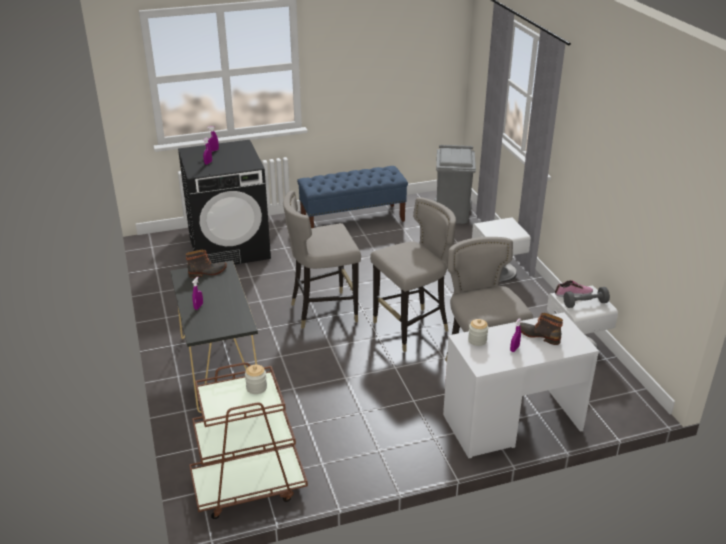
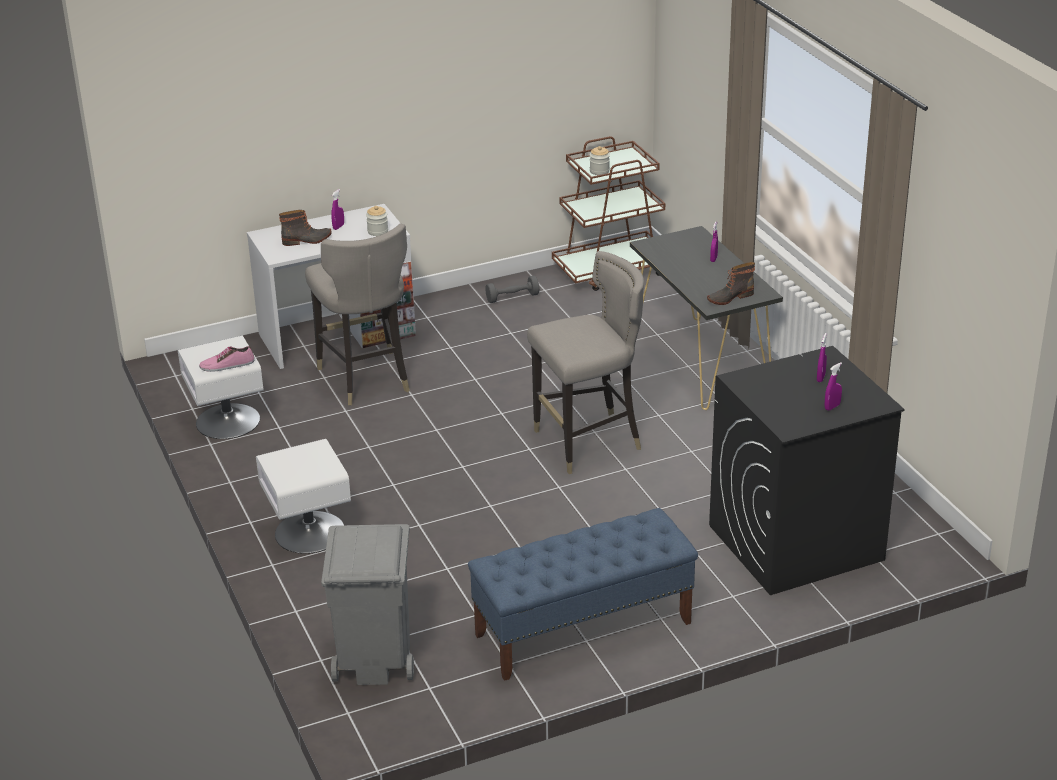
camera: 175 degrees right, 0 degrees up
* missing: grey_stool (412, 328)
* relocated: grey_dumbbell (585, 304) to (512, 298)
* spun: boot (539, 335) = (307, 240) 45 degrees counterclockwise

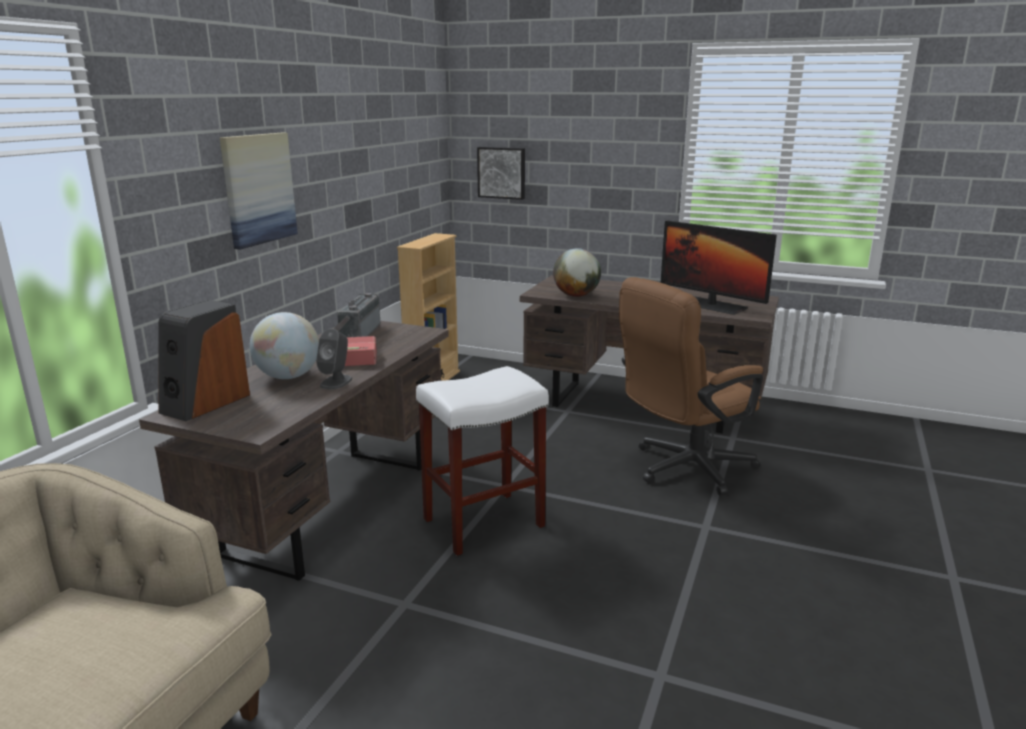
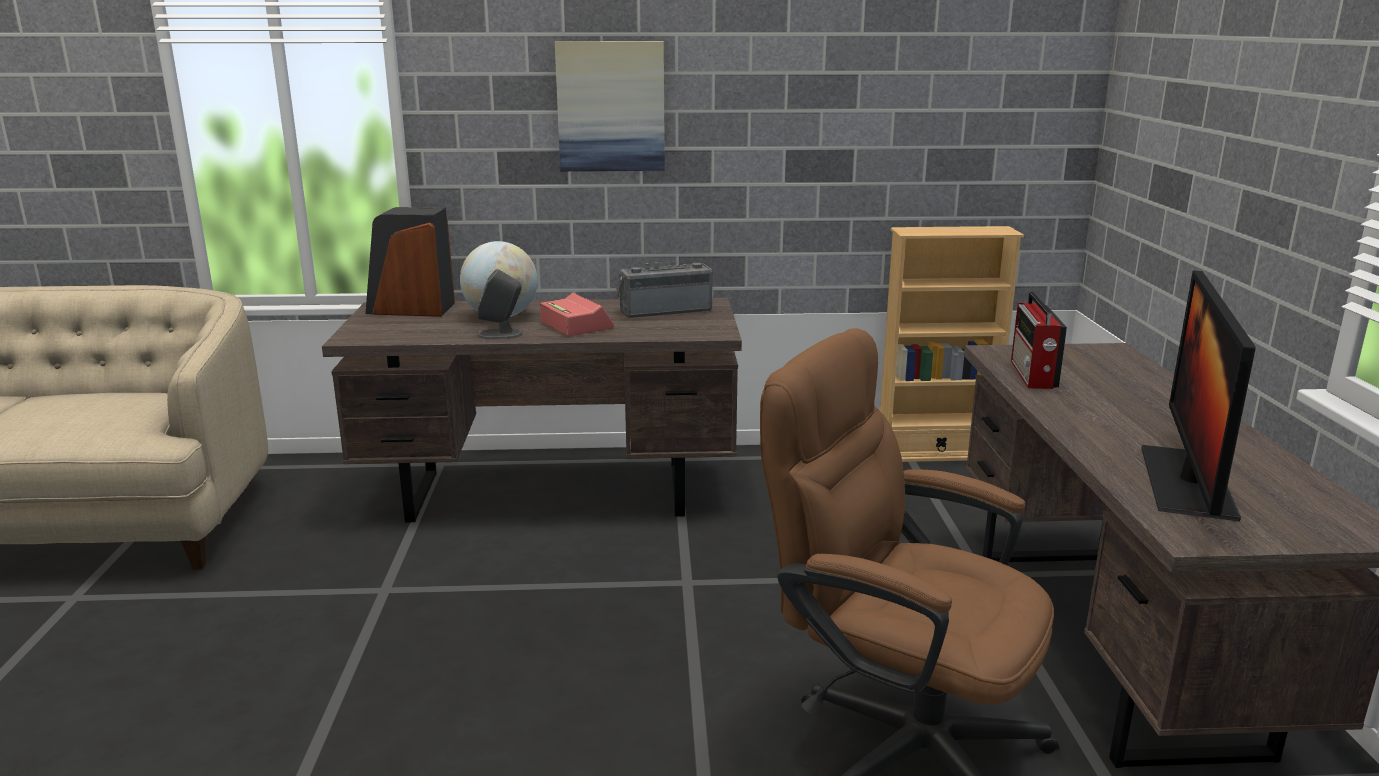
camera: 65 degrees right, 0 degrees up
* missing: white_stool (482, 523)
* missing: picture (502, 172)
* exchanged: globe (576, 295) to radio (1033, 375)

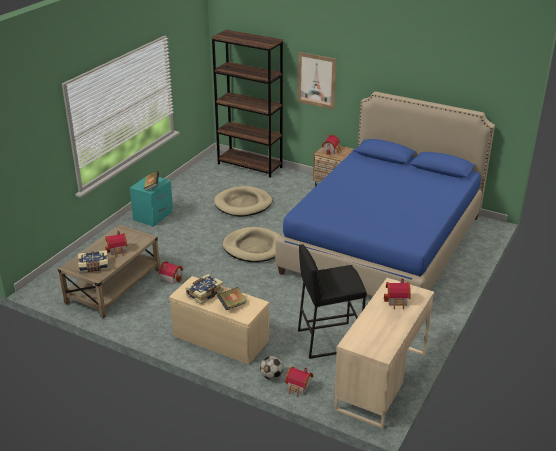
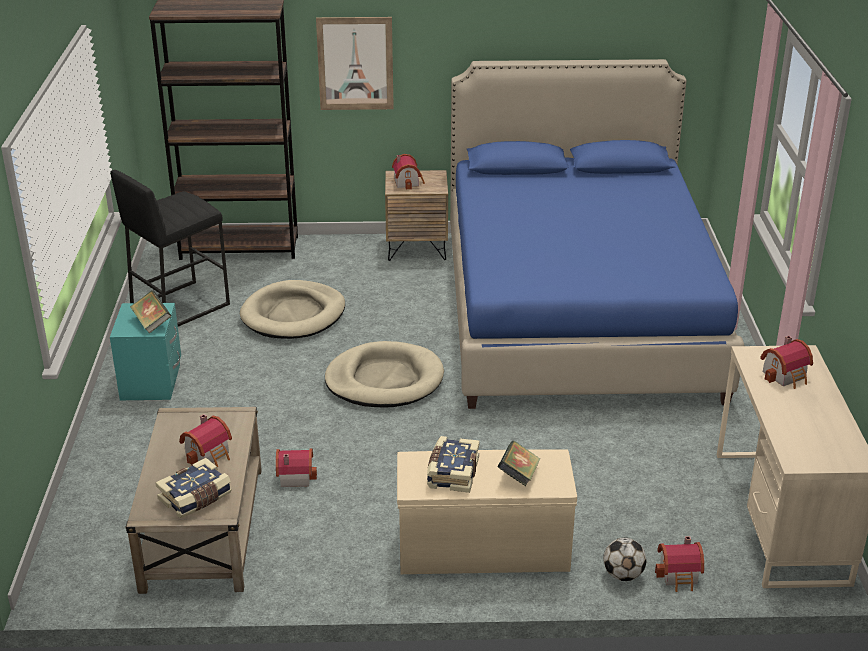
camera: 30 degrees left, 0 degrees up
* relocated: black_stool (329, 339) to (179, 305)

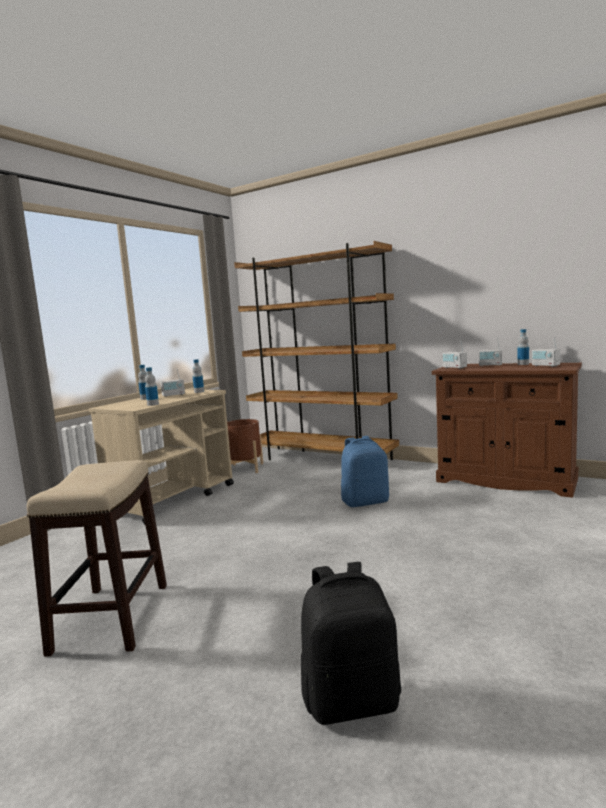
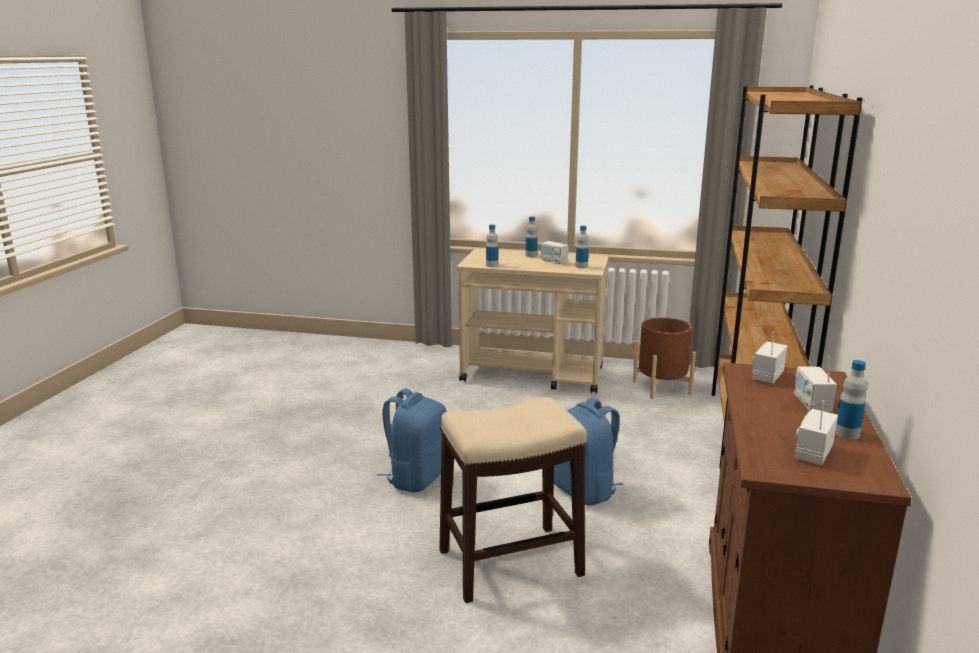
camera: 70 degrees right, 10 degrees up
* missing: black_backpack (352, 700)
* appeared: blue_backpack (416, 478)
* relocated: stool (111, 618) to (509, 563)

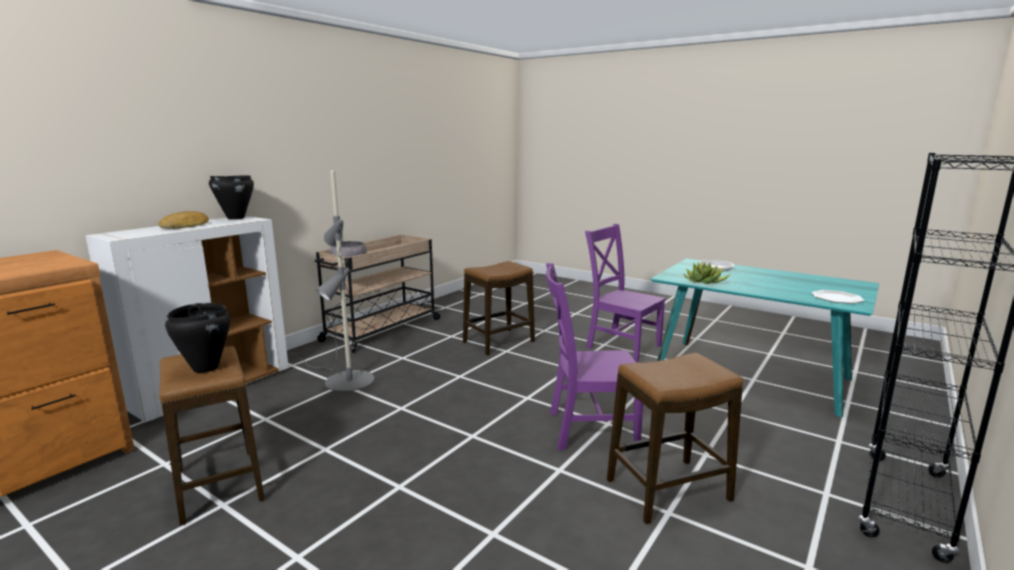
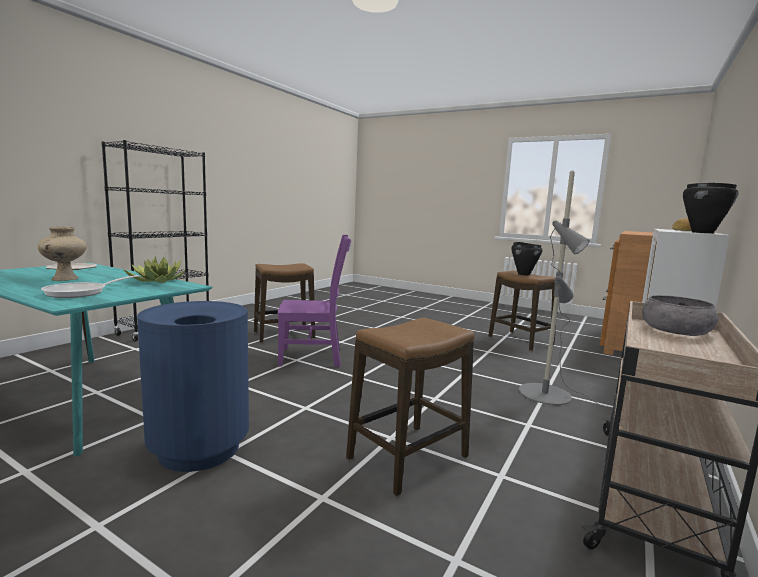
camera: 175 degrees right, 5 degrees down
* appeared: beige_vase (65, 279)
* exchanged: purple_chair (621, 345) to blue_trash_can (199, 449)

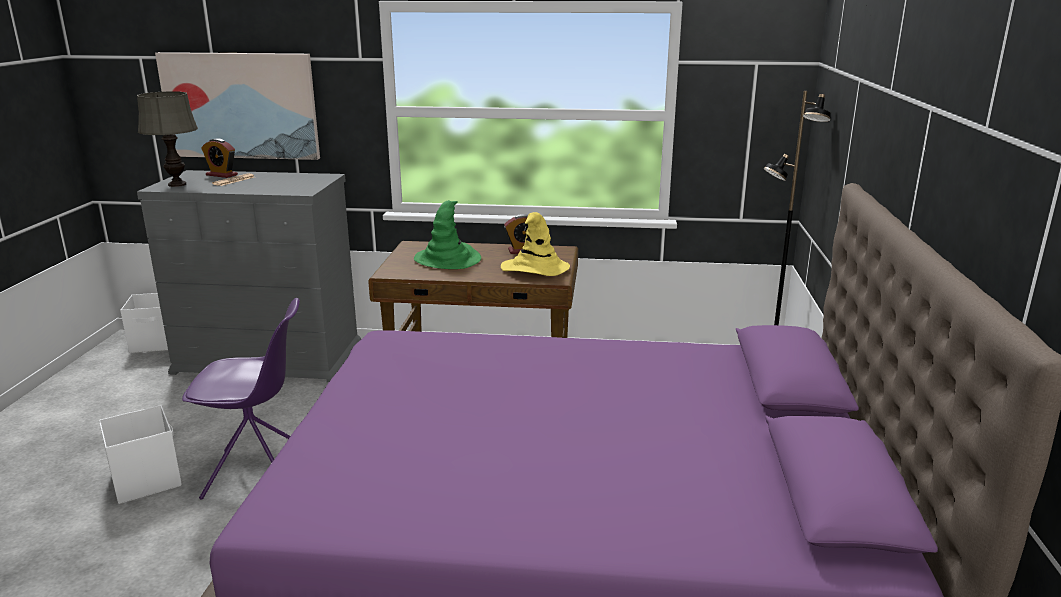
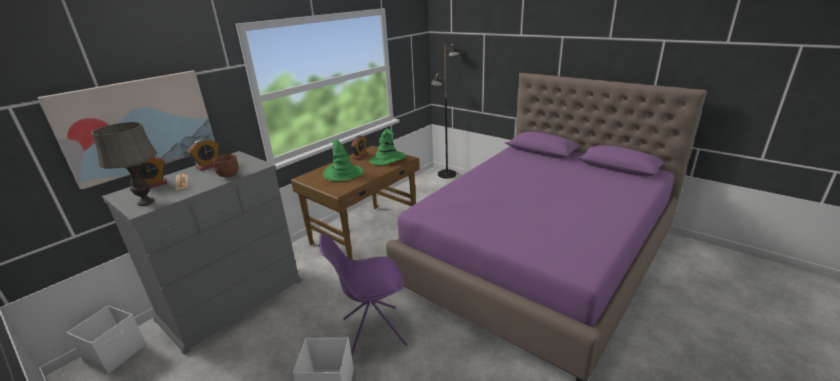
camera: 55 degrees left, 5 degrees up
* appeared: alarm_clock (209, 166)
* appeared: brown_bowl (228, 176)
* colour: yellow_hat (534, 269) to green_hat (388, 159)
* spun: purple_chair (259, 472) = (372, 332) 135 degrees counterclockwise

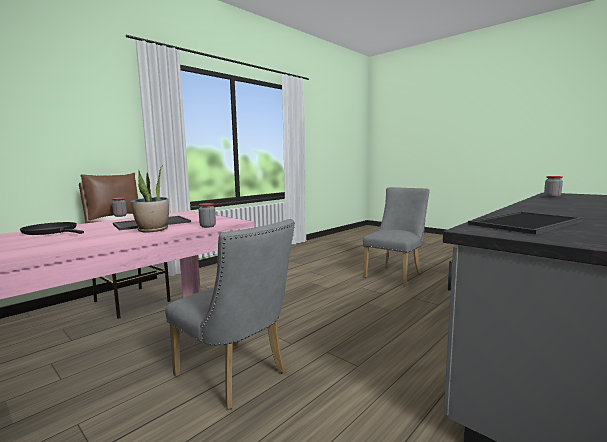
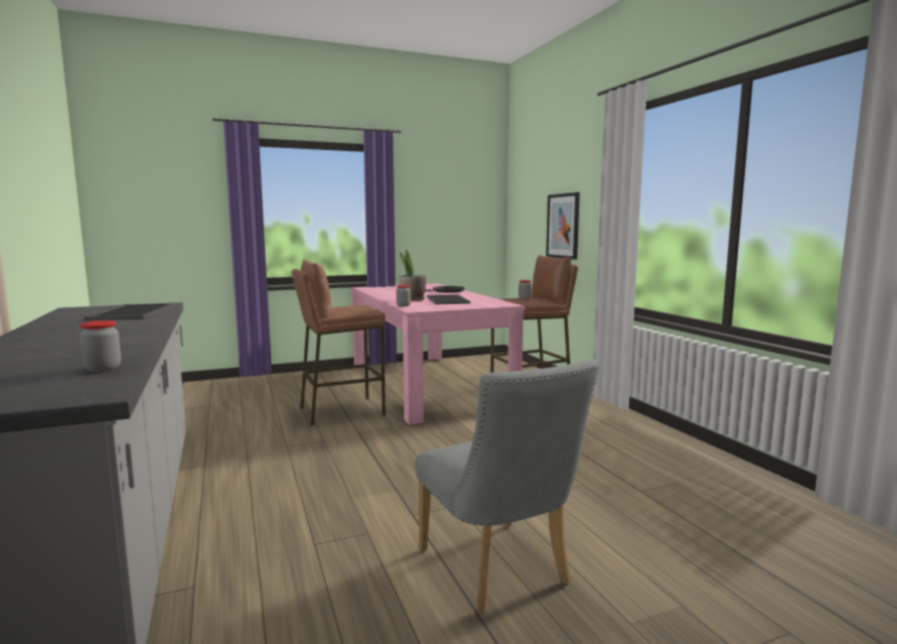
camera: 115 degrees right, 0 degrees up
* appeared: picture (563, 226)
* exchanged: grey_chair (236, 377) to brown_stool (341, 411)

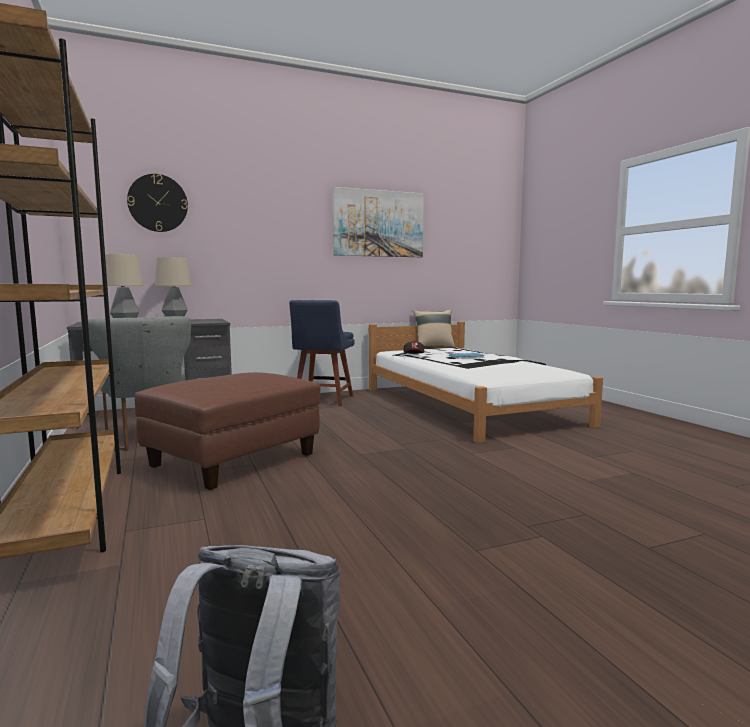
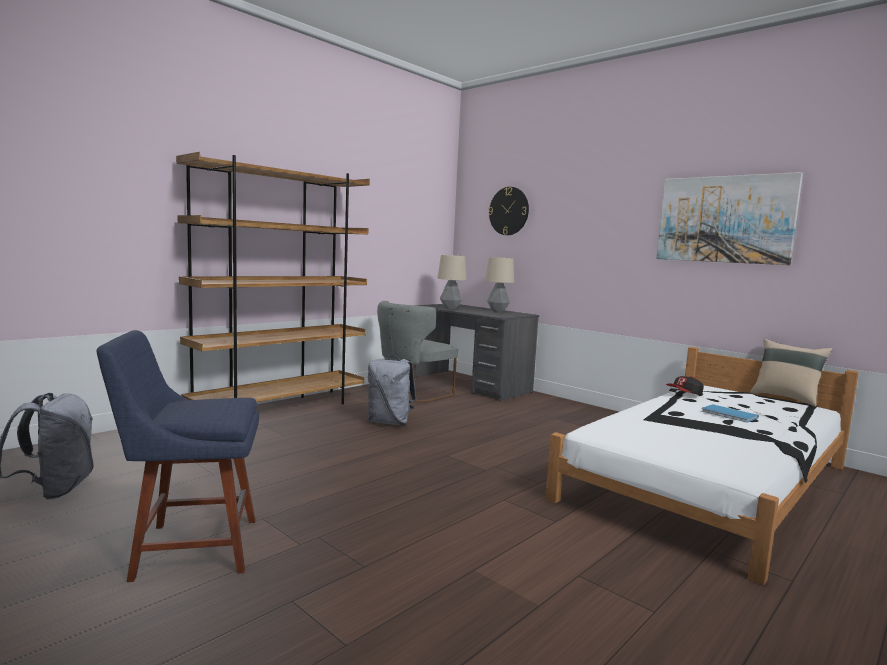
camera: 65 degrees right, 0 degrees up
* relocated: blue_chair (322, 400) to (189, 548)
* exchanged: brown_ottoman (234, 461) to grey_backpack (390, 422)

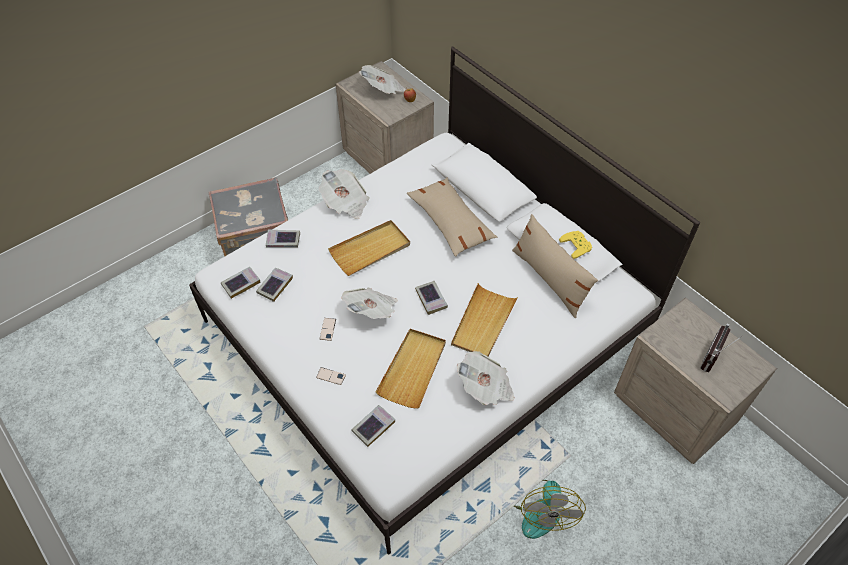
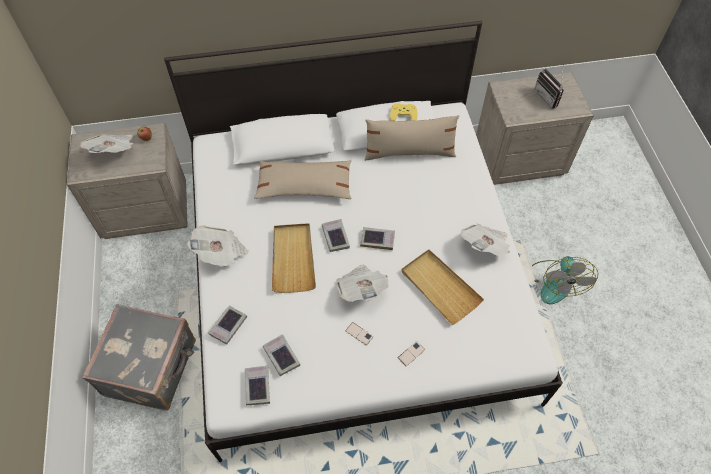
camera: 60 degrees left, 5 degrees up
* missing: beige_tray (483, 323)
* relocated: book (373, 427) to (335, 237)
* spun: fan (540, 509) = (554, 282) 60 degrees clockwise

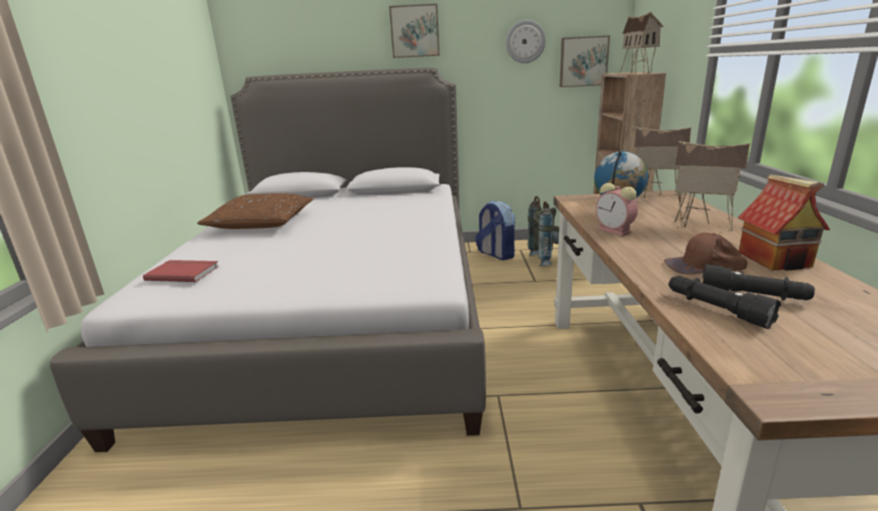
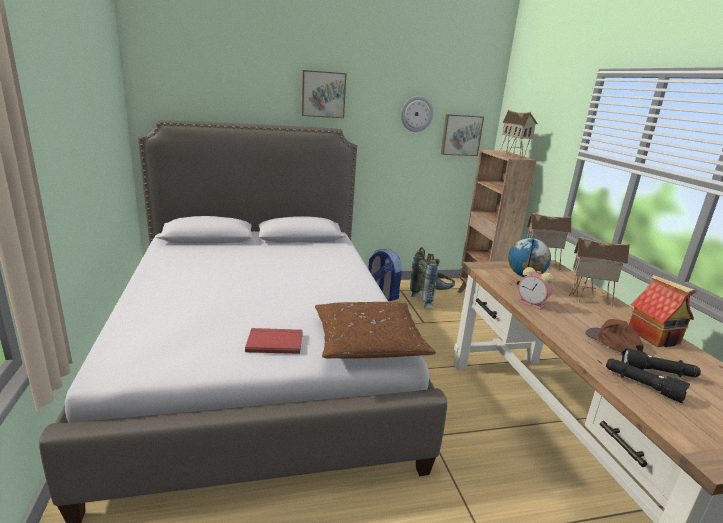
camera: 15 degrees left, 0 degrees up
* relocated: red_book (183, 272) to (274, 342)
* relocated: brown_pillow (261, 223) to (368, 342)
* spun: brown_cap (704, 266) = (613, 343) 75 degrees clockwise

